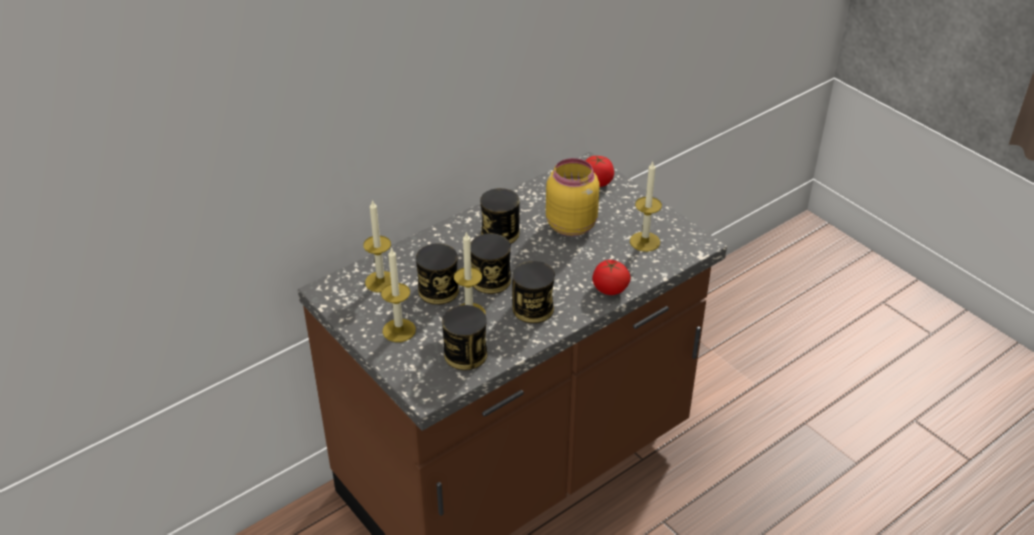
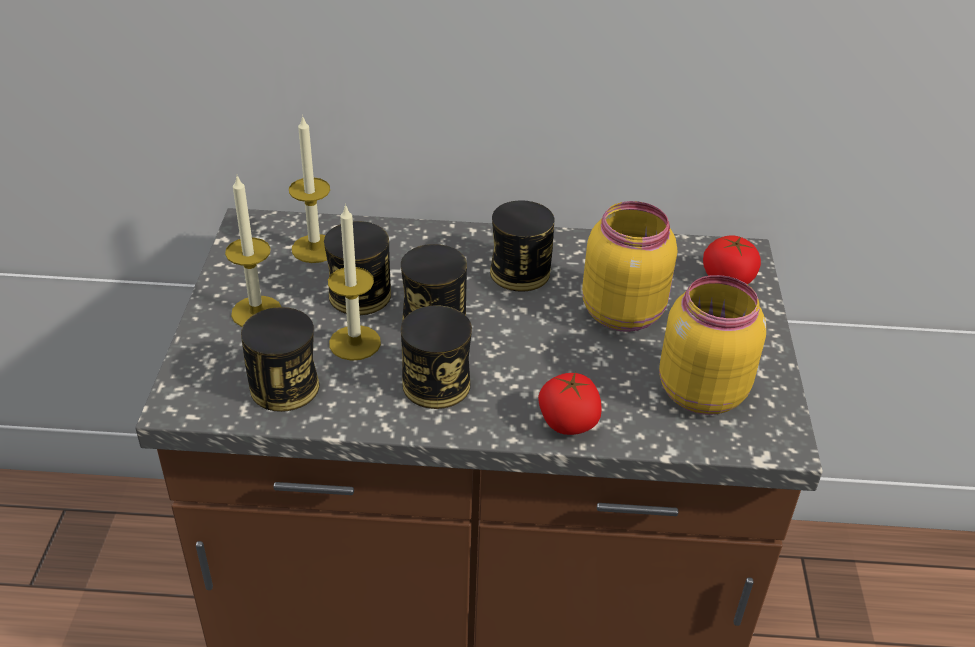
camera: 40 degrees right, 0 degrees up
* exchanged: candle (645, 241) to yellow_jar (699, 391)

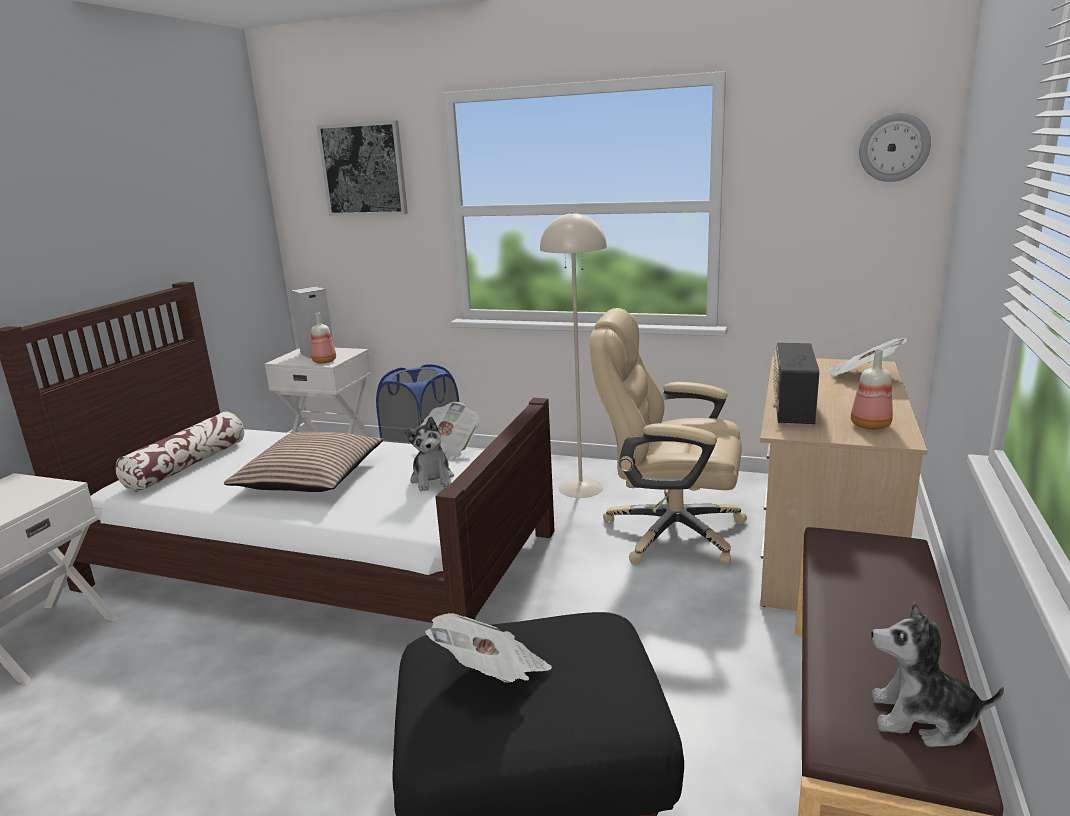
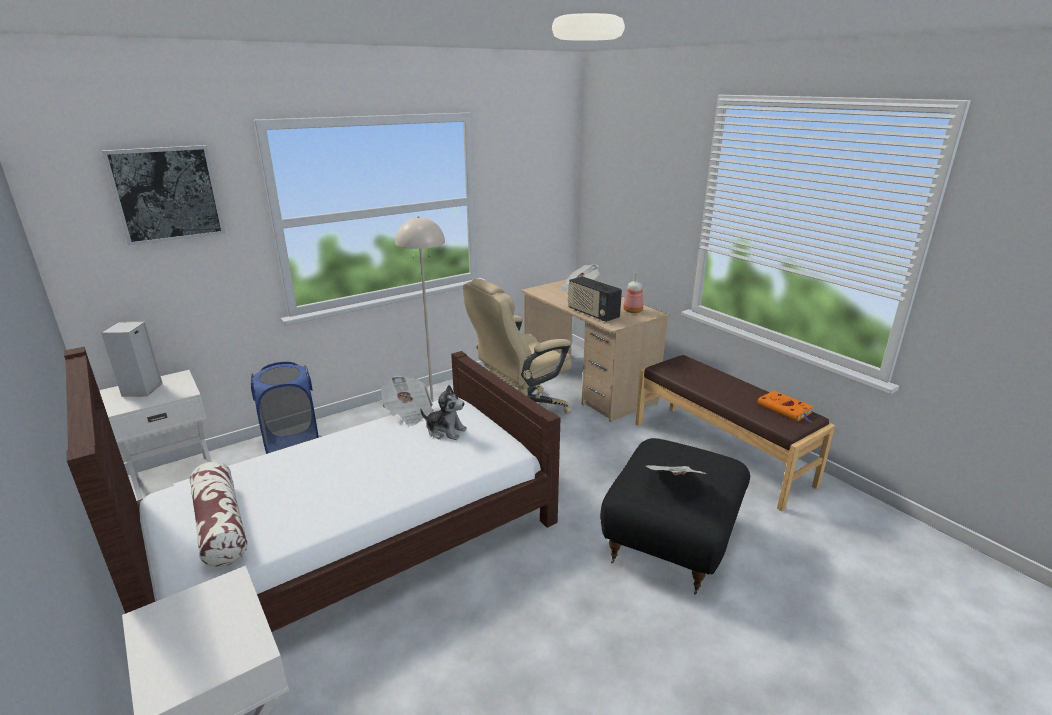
camera: 55 degrees left, 5 degrees up
* missing: pillow (310, 477)
* missing: bottle (324, 361)
* missing: wall_clock (894, 147)
* exchanged: plush_toy (922, 719) to orange_book (785, 409)

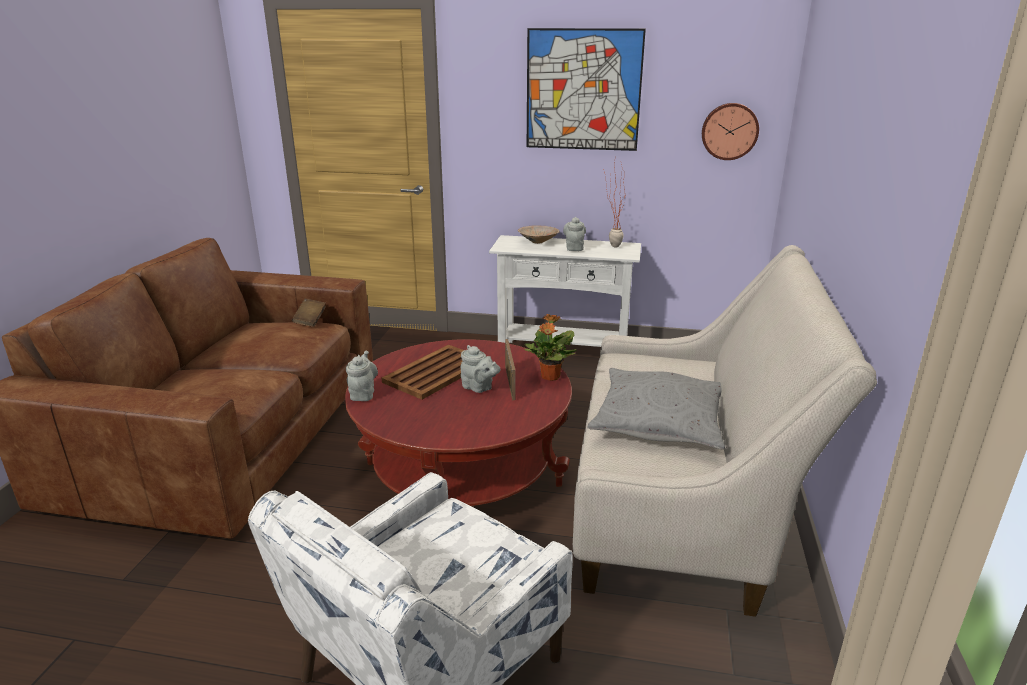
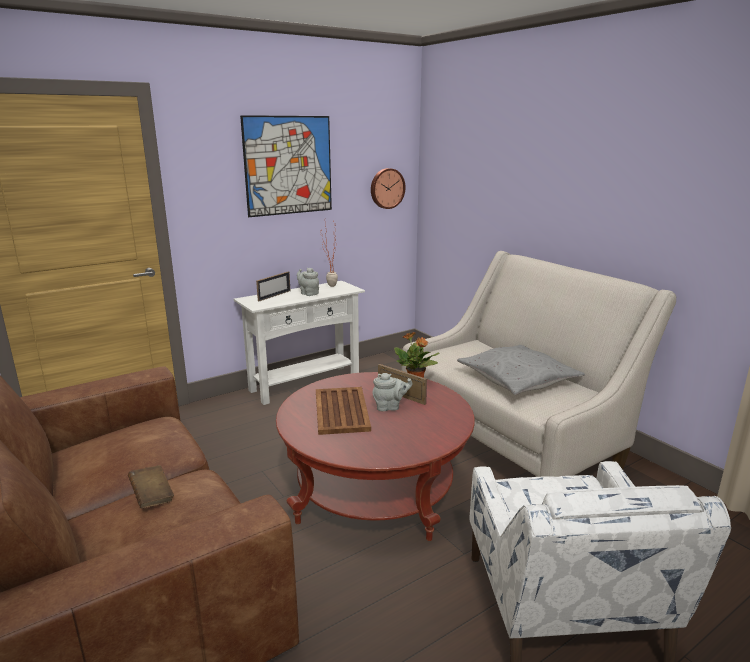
camera: 45 degrees left, 5 degrees down
* missing: grey_teapot (363, 394)
* relocated: brown_book (310, 320) to (152, 496)
* exchanged: beige_bowl (538, 242) to picture_frame (274, 296)

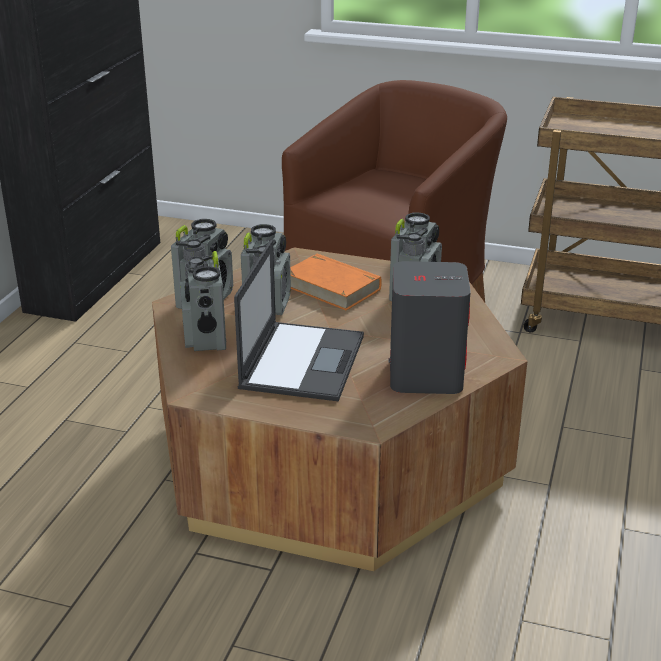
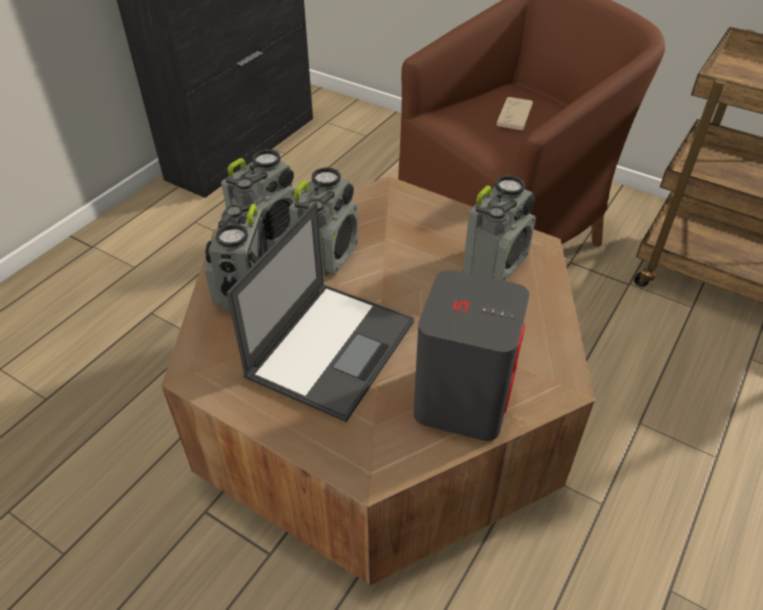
camera: 15 degrees right, 15 degrees up
* missing: orange_book (331, 287)
* appeared: beige_game_controller (514, 114)

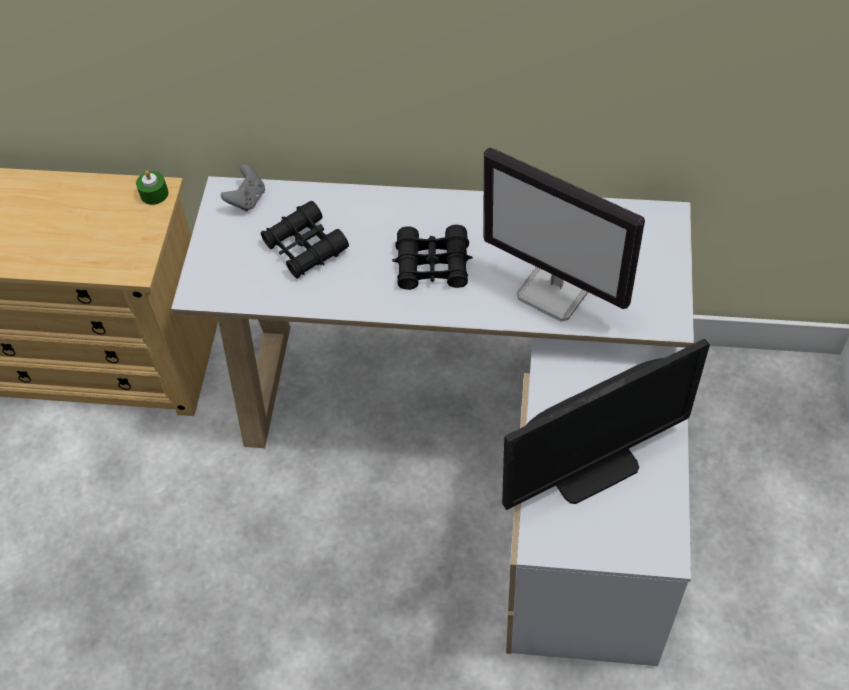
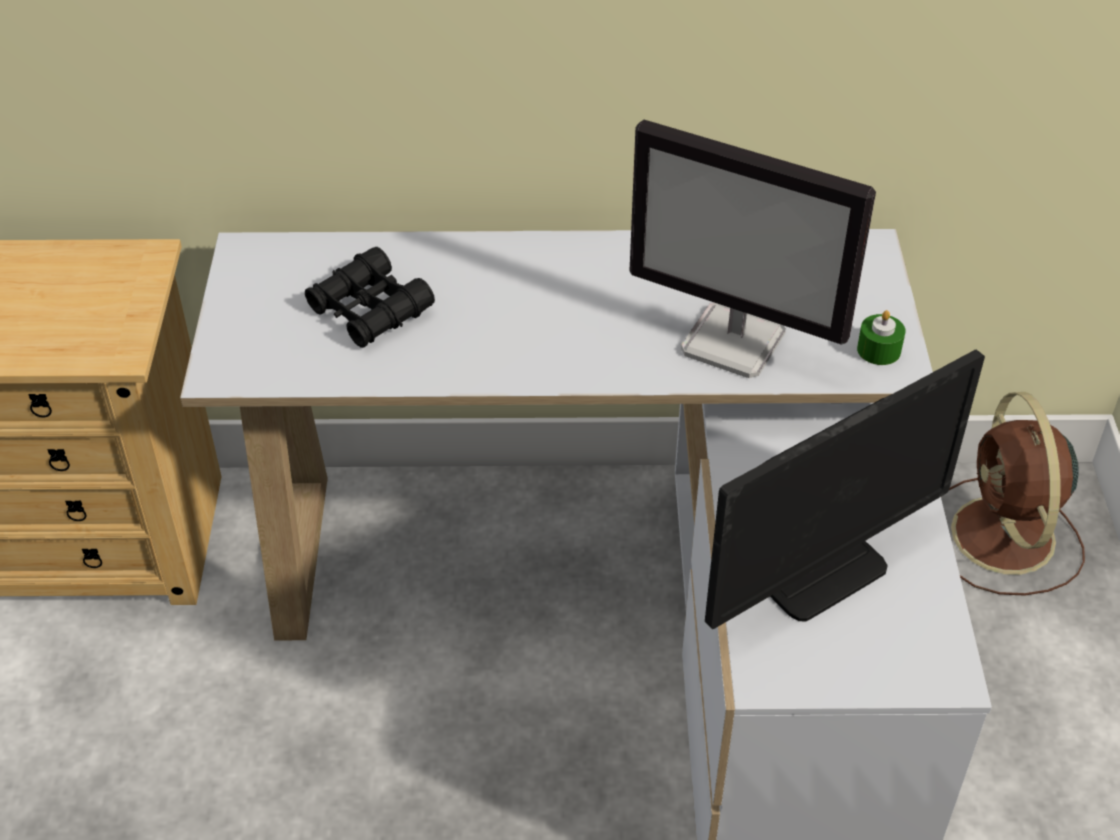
camera: 10 degrees left, 10 degrees down
* missing: grey_game_controller (247, 199)
* missing: black_binoculars (432, 265)
* appeared: brown_fan (1004, 539)
* relocated: green_candle (154, 194) to (879, 350)

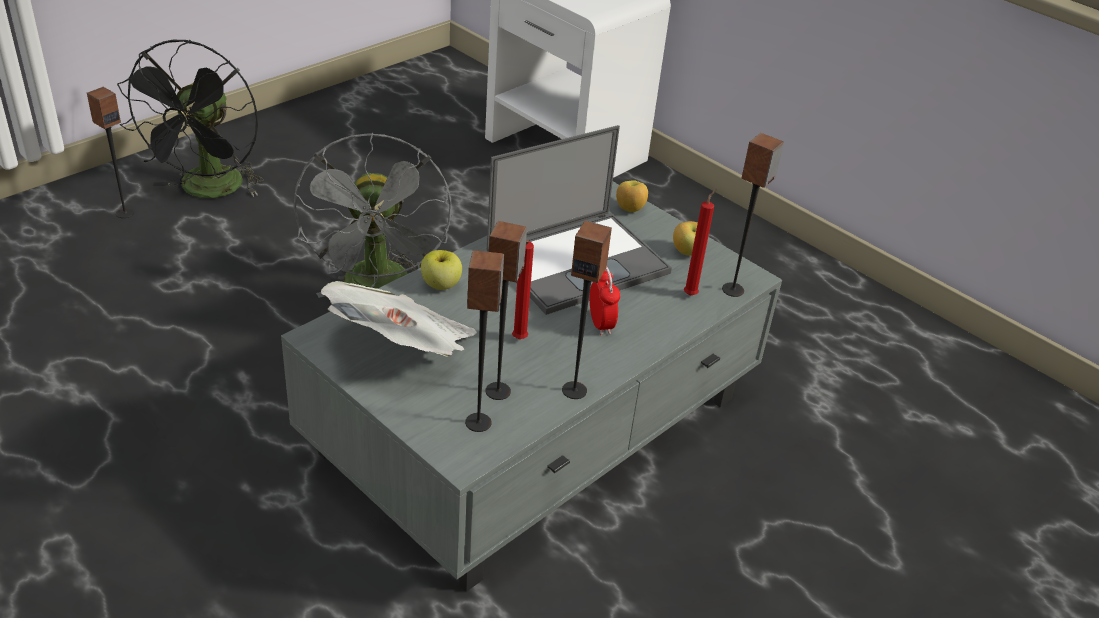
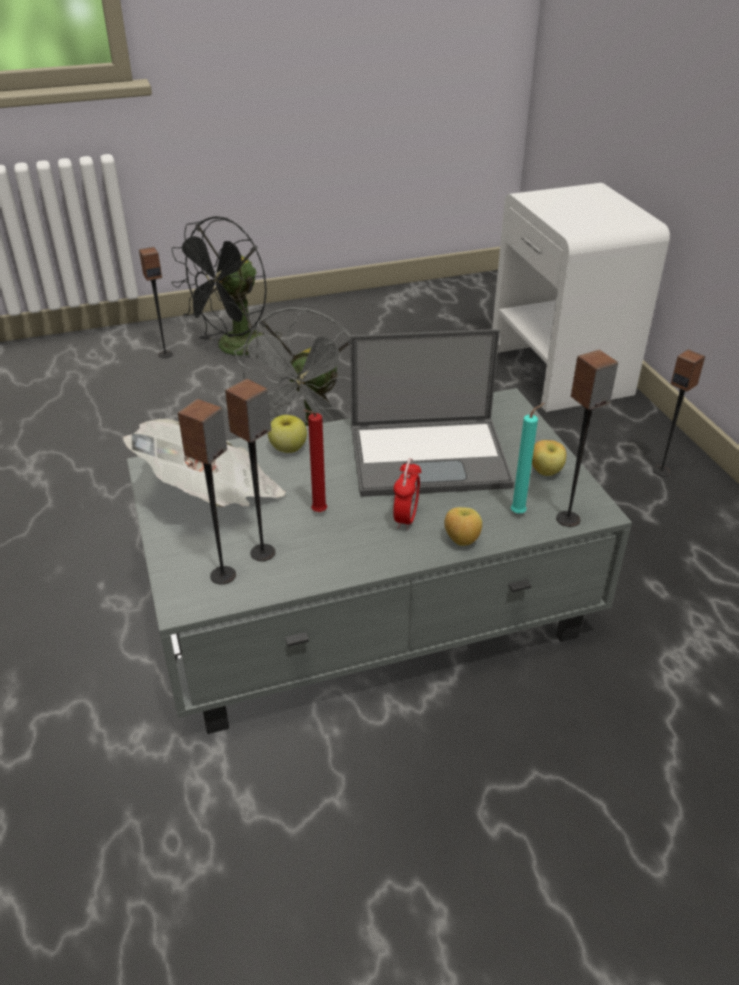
camera: 30 degrees right, 0 degrees up
* relocated: speaker (574, 390) to (661, 471)
* relocated: apple (629, 209) to (461, 541)
* colour: red_candle (691, 294) to turquoise_candle (520, 513)

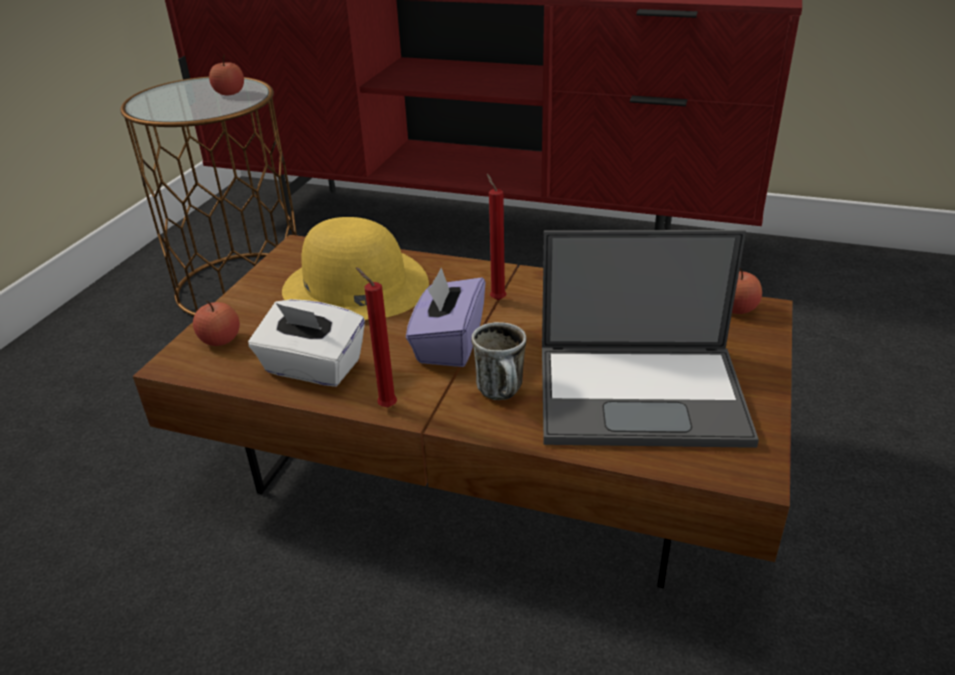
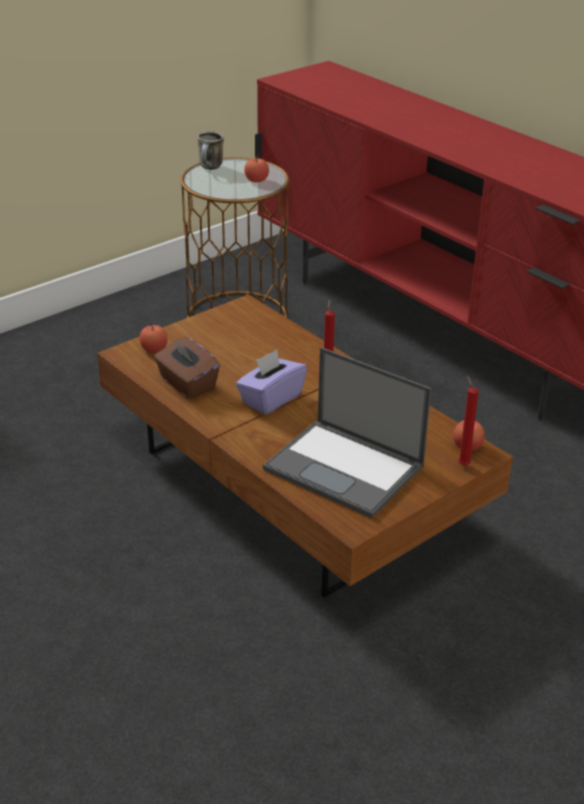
camera: 30 degrees right, 0 degrees up
* missing: yellow_hat (354, 286)
* relocated: red_candle (385, 406) to (462, 464)
* relocated: mug (504, 394) to (210, 168)
* colour: white_tissue_box (312, 368) to brown_tissue_box (187, 384)

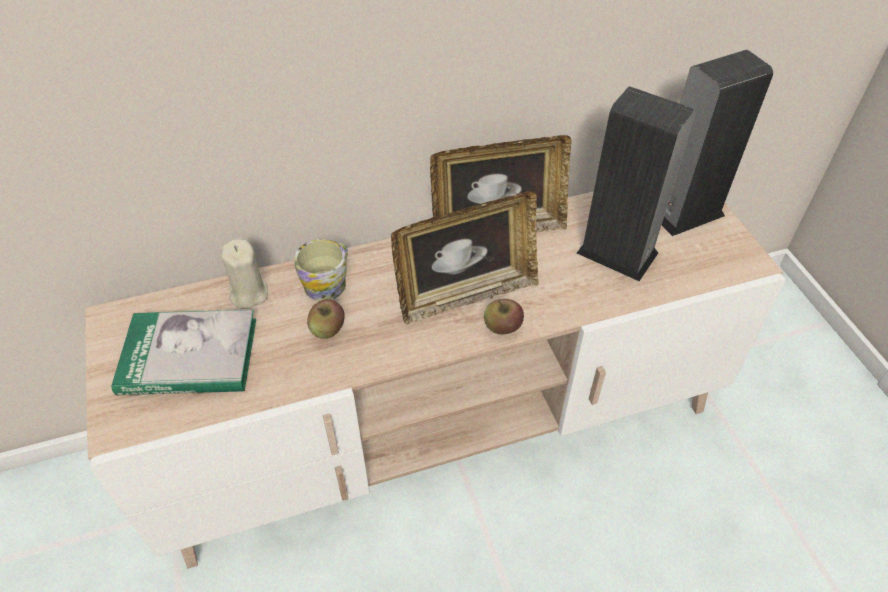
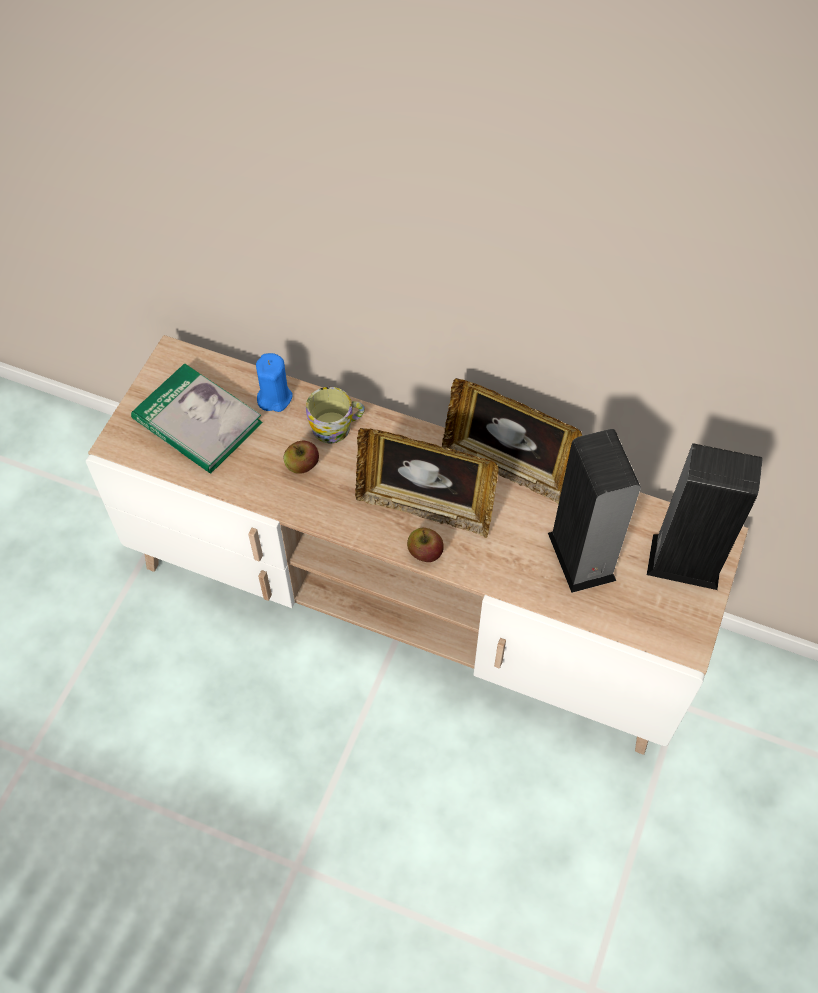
camera: 40 degrees right, 10 degrees up
* colour: beige_candle (248, 293) to blue_candle (274, 397)

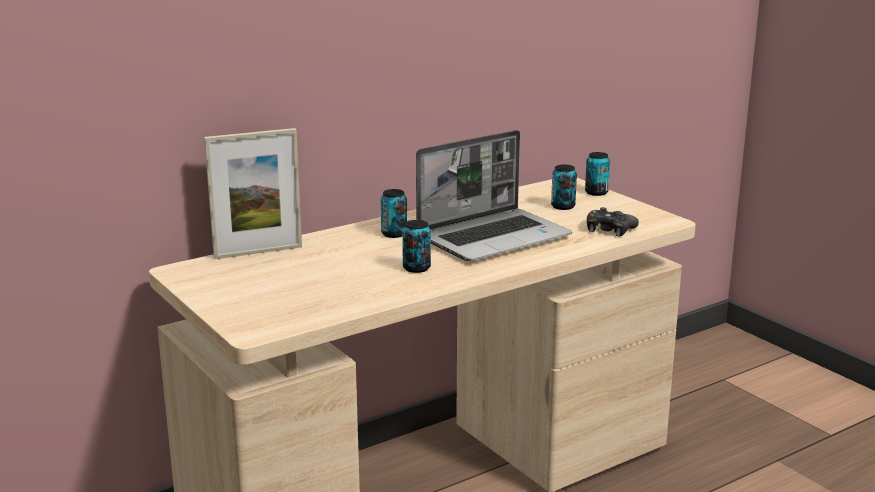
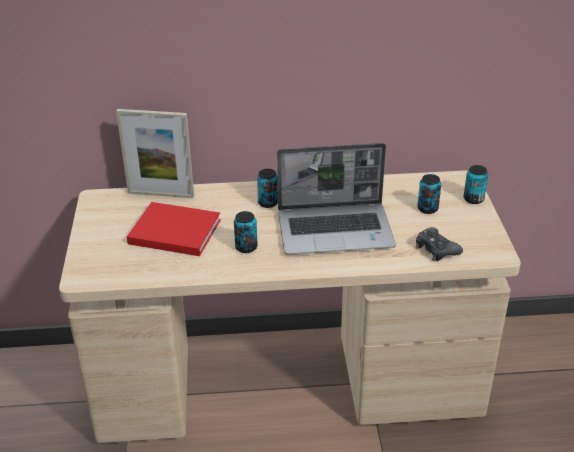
camera: 30 degrees right, 15 degrees up
* appeared: red_book (172, 231)

